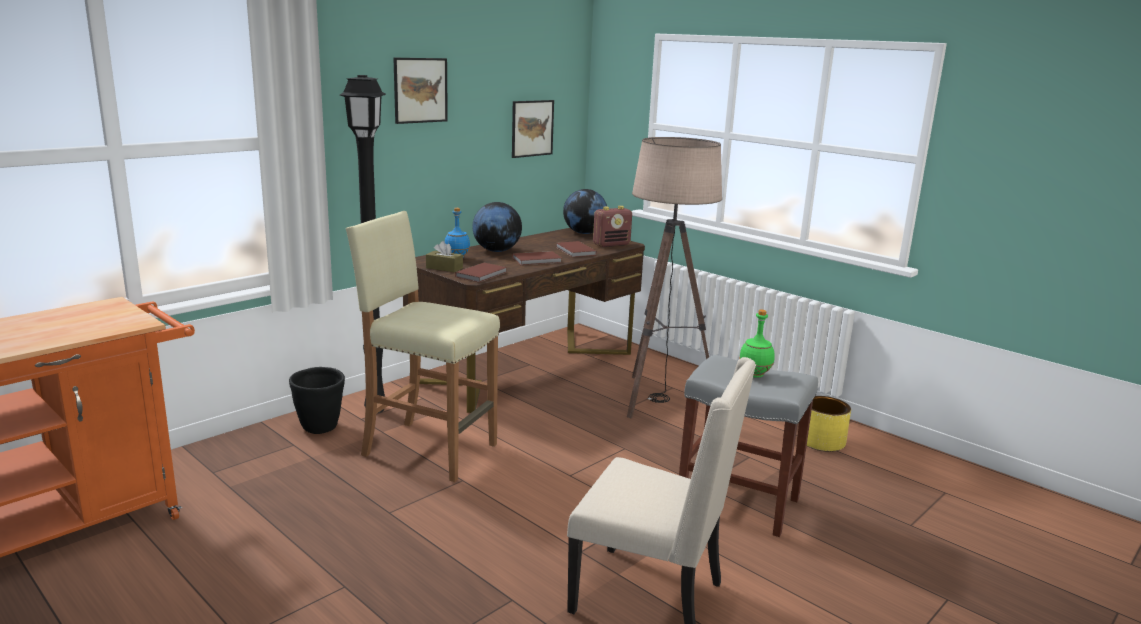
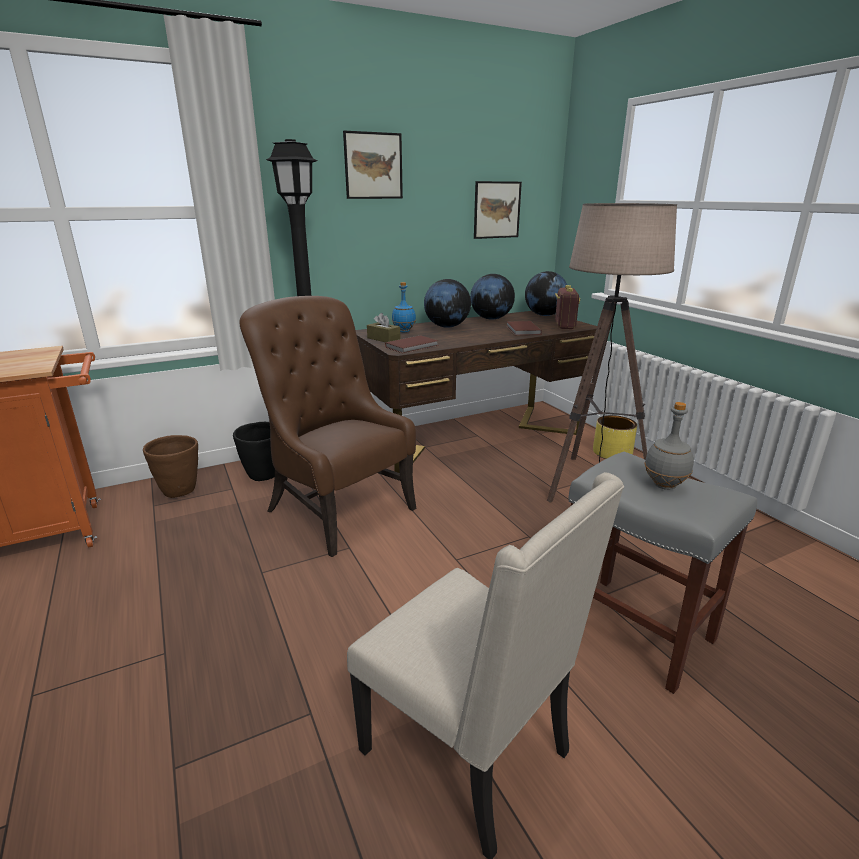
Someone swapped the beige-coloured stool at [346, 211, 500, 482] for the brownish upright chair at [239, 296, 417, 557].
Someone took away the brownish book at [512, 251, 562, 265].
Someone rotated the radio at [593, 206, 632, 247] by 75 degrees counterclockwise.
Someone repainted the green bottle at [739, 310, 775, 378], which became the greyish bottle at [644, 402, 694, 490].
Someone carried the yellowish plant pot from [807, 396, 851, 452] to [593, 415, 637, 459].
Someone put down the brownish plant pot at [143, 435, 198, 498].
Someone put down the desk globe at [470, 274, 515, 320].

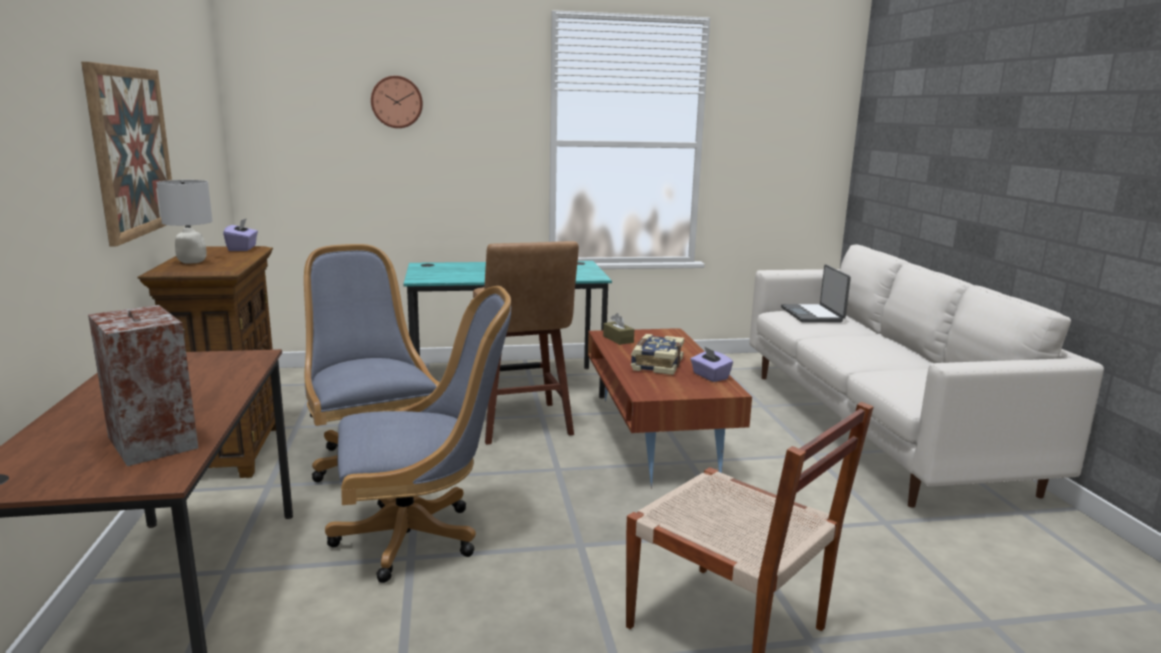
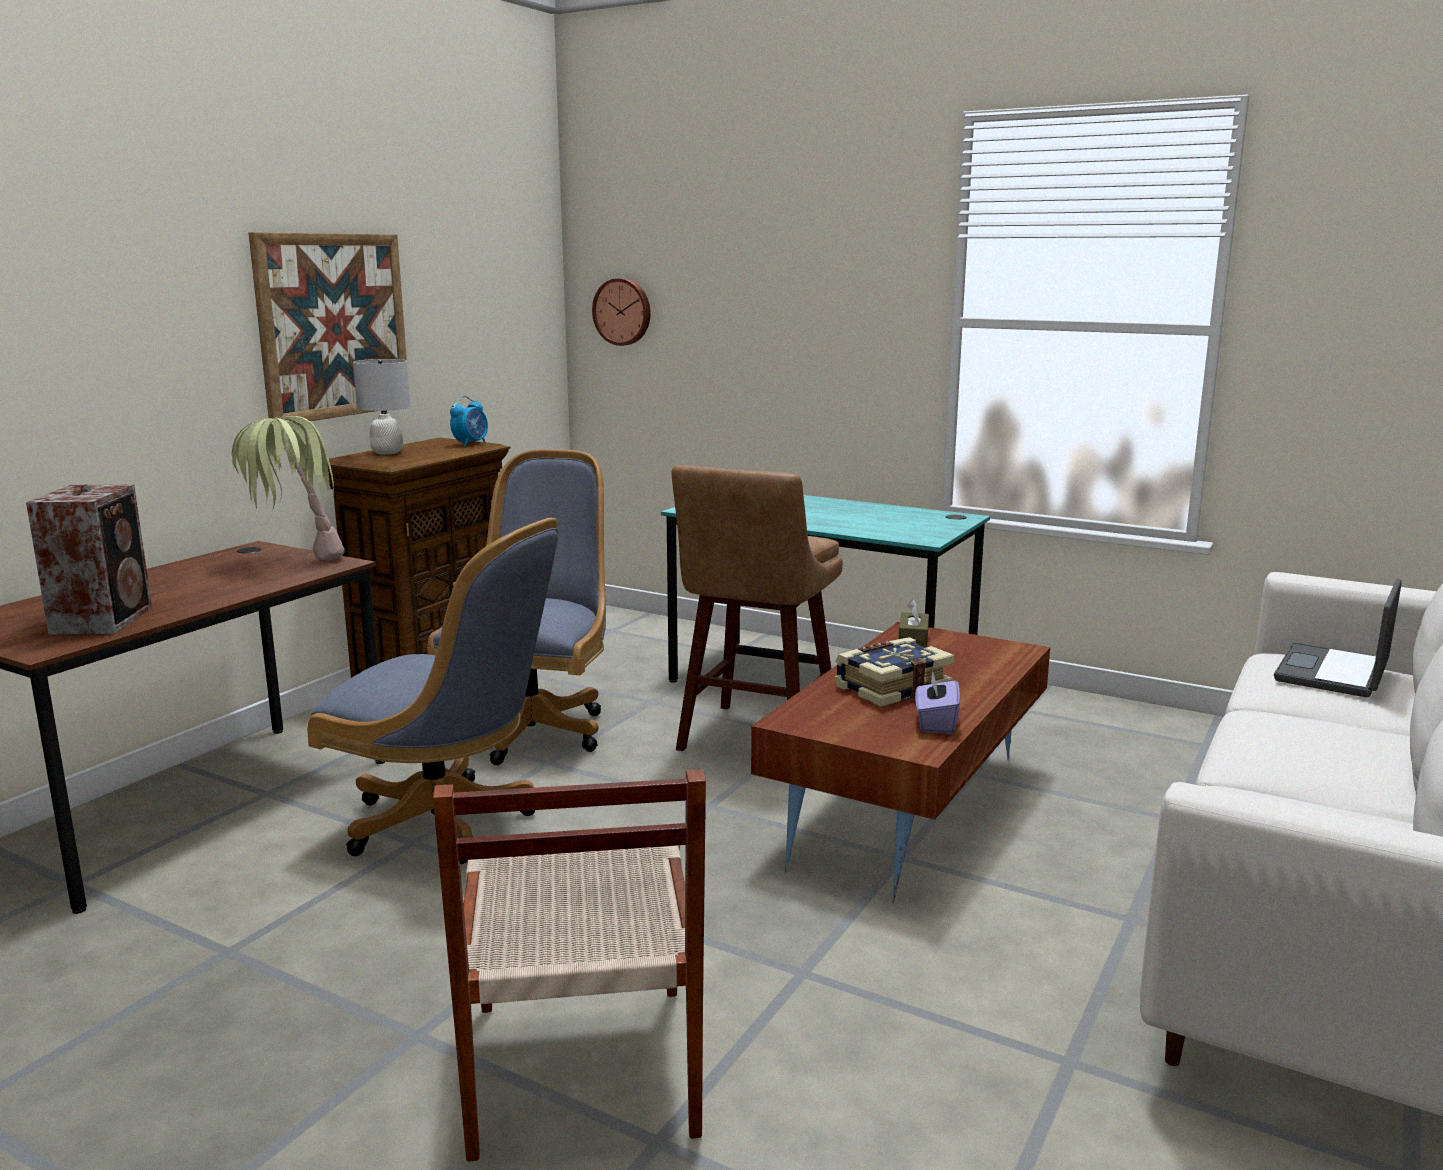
Someone swapped the purplish box of tissues at [223, 218, 258, 251] for the bedside clock at [450, 396, 488, 447].
Someone carried the wall clock from [371, 76, 423, 128] to [592, 278, 651, 346].
Someone put down the houseplant at [232, 416, 345, 561].

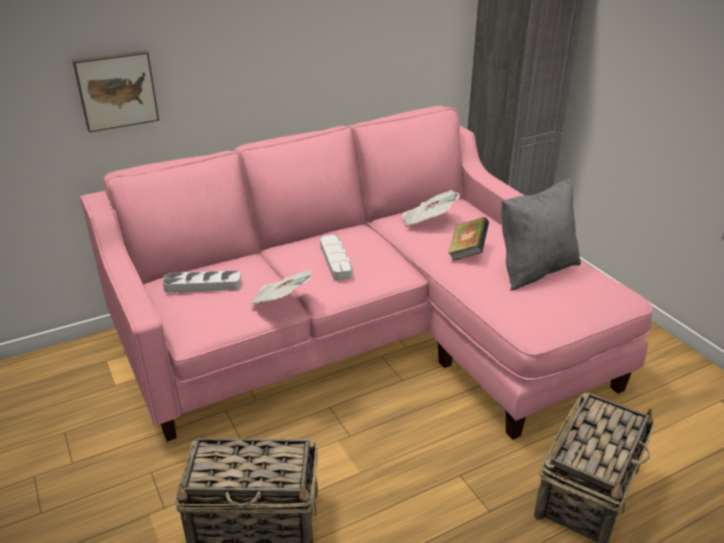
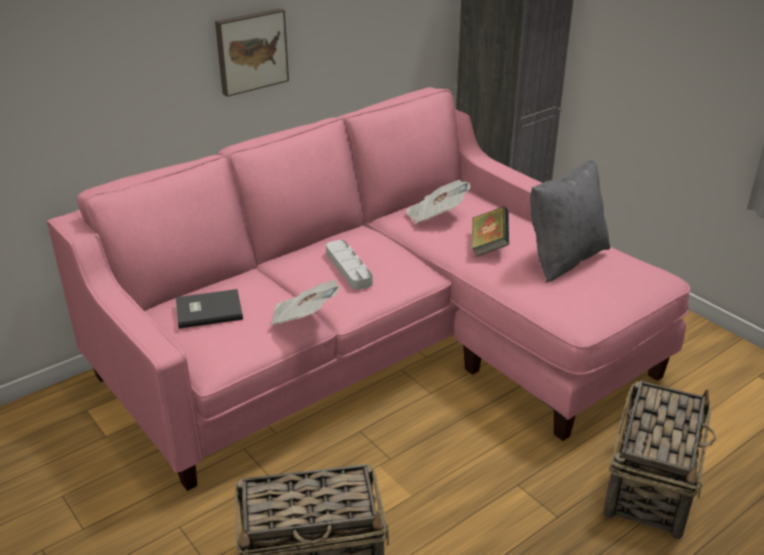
Someone carried the picture from [72, 50, 159, 132] to [215, 8, 289, 97].
Someone swapped the greyish tray at [163, 270, 241, 293] for the greyish book at [176, 289, 243, 329].

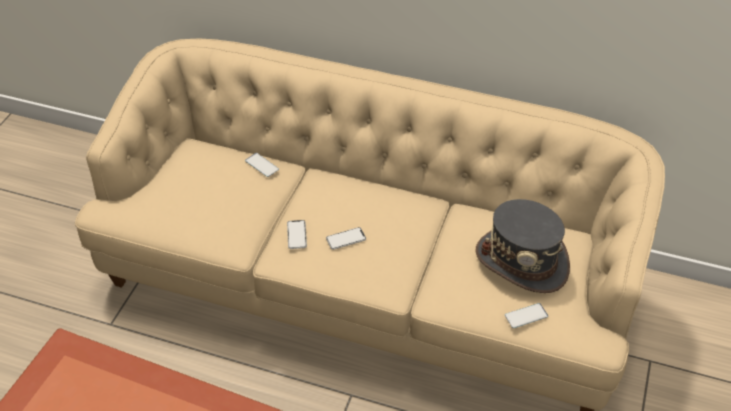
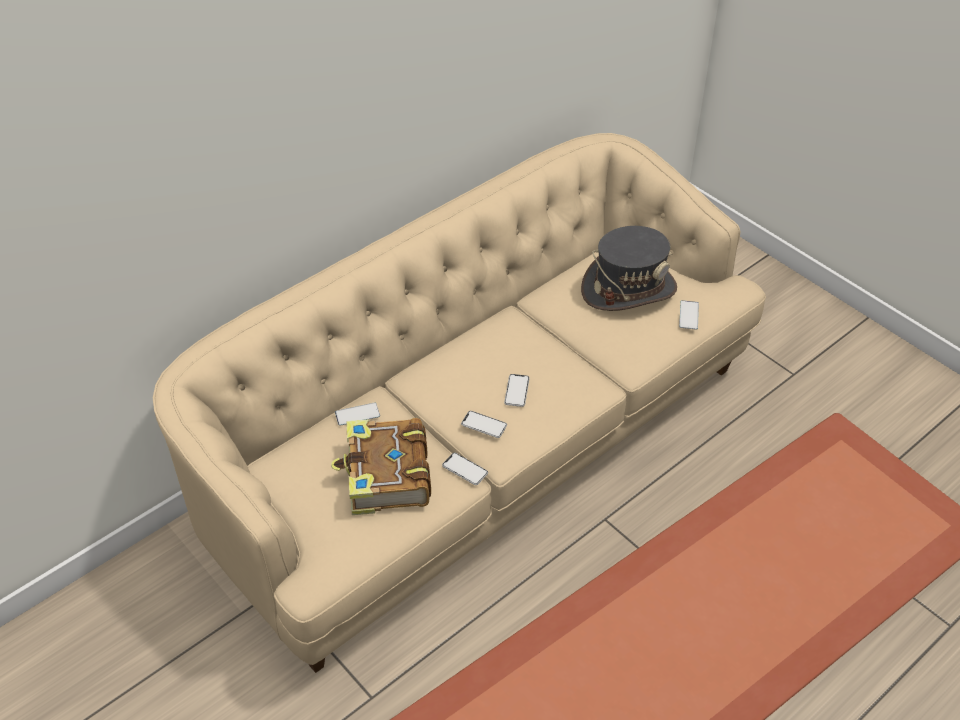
Someone put down the book at [331, 418, 431, 515].
Someone put down the telephone at [442, 453, 488, 485].

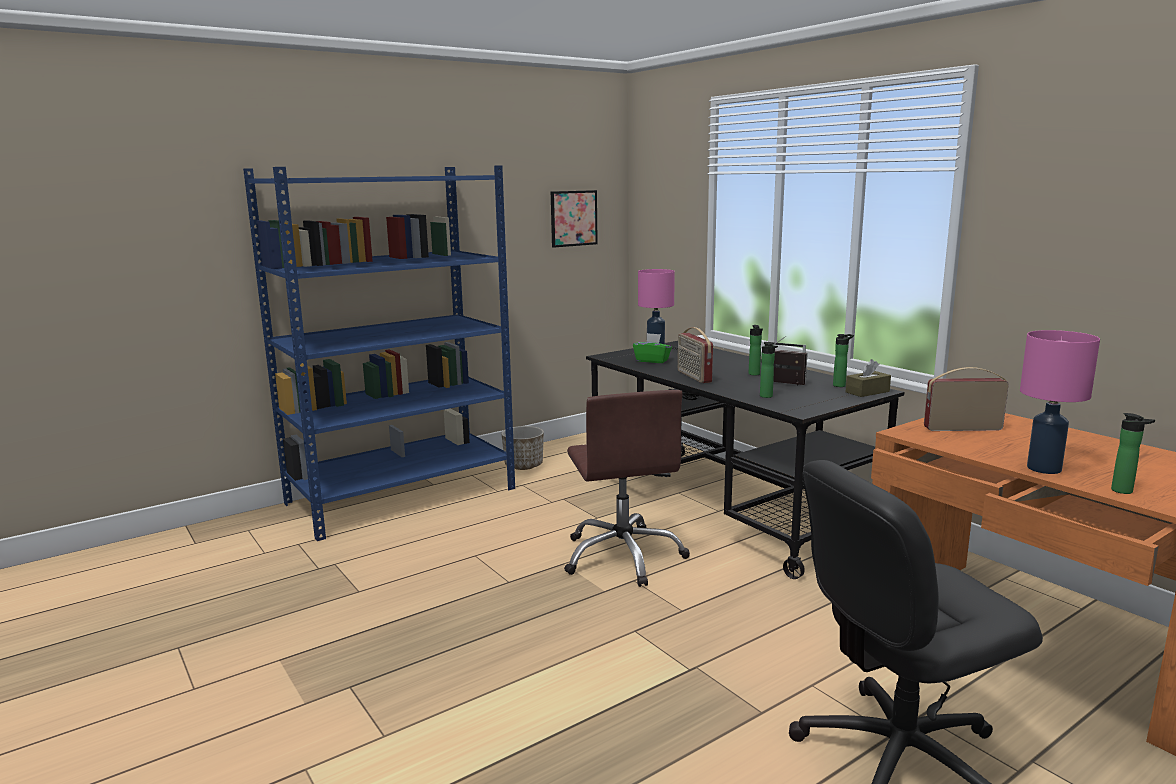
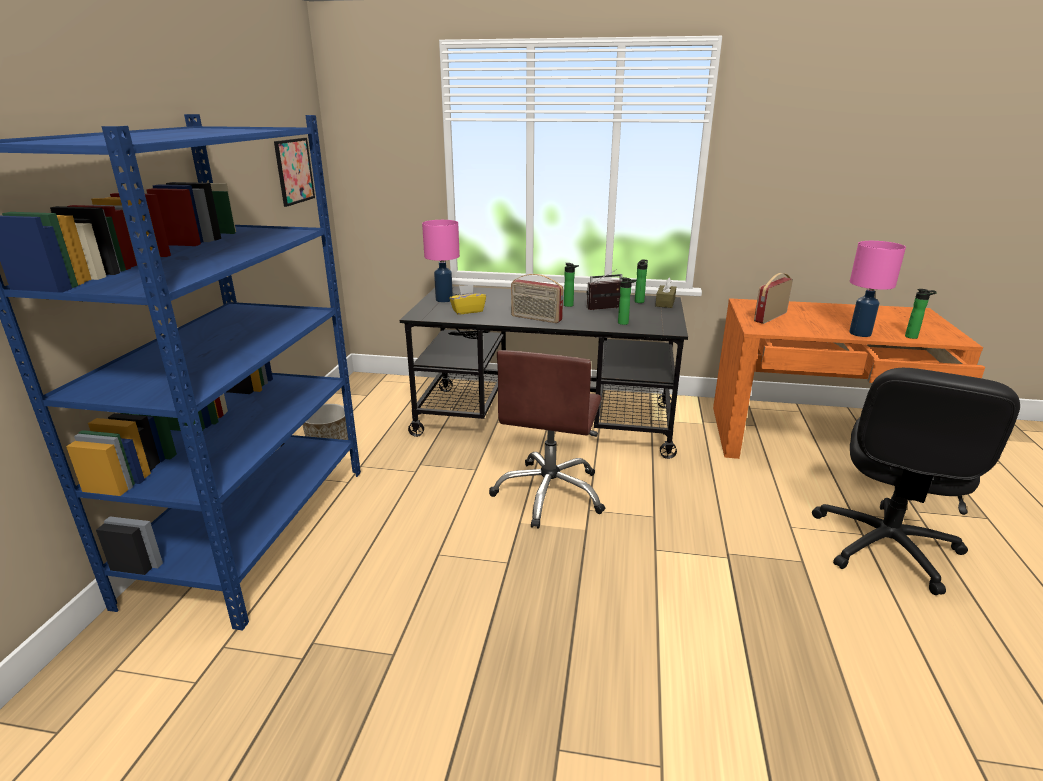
Someone rotated the brownish computer chair at [564, 390, 690, 587] by 75 degrees clockwise.
Someone repainted the green box of tissues at [633, 333, 672, 363], which became the yellowish box of tissues at [449, 284, 486, 314].

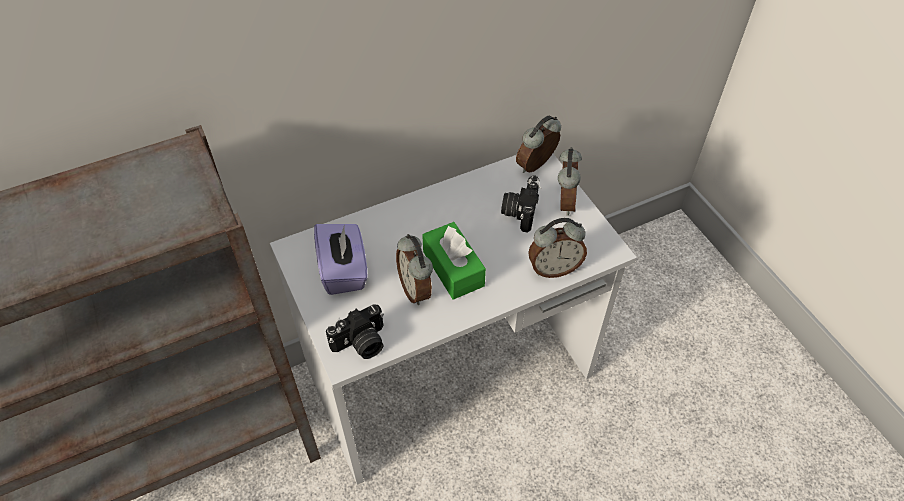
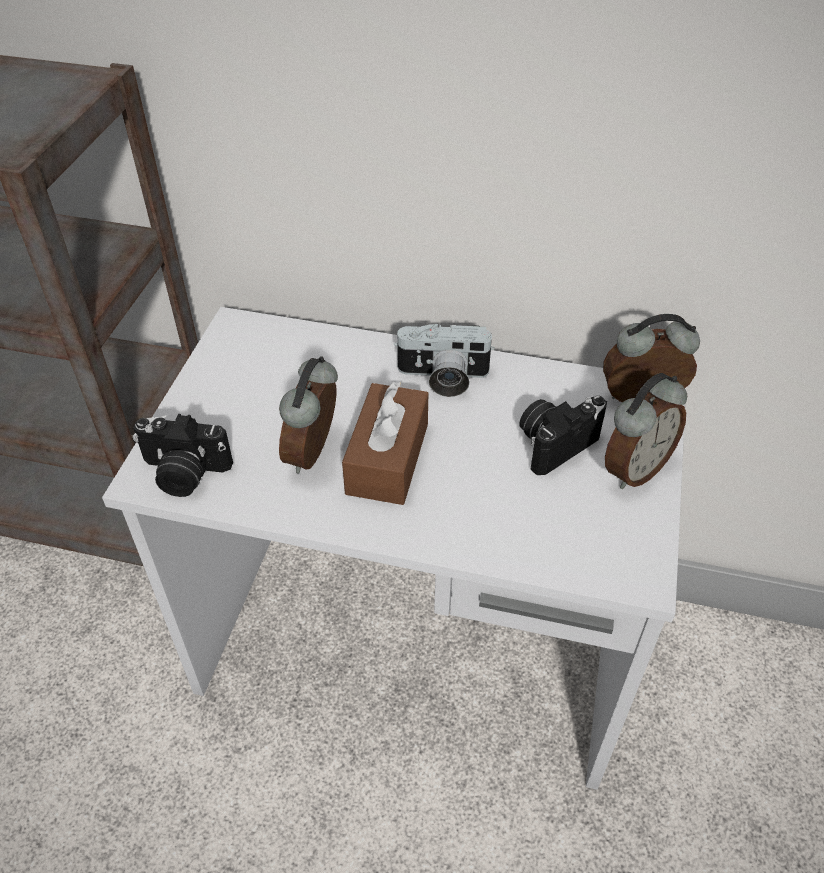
Someone took away the purplish box of tissues at [314, 224, 367, 295].
Someone repainted the green box of tissues at [422, 222, 486, 300], which became the brownish box of tissues at [342, 382, 428, 505].
Someone took away the bedside clock at [528, 218, 587, 278].
Someone put down the photo camera at [394, 324, 495, 397].

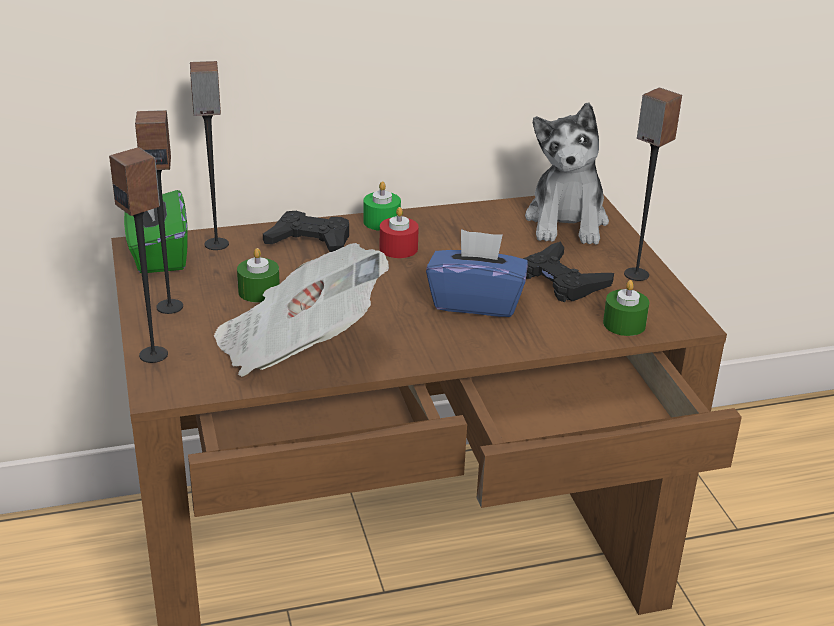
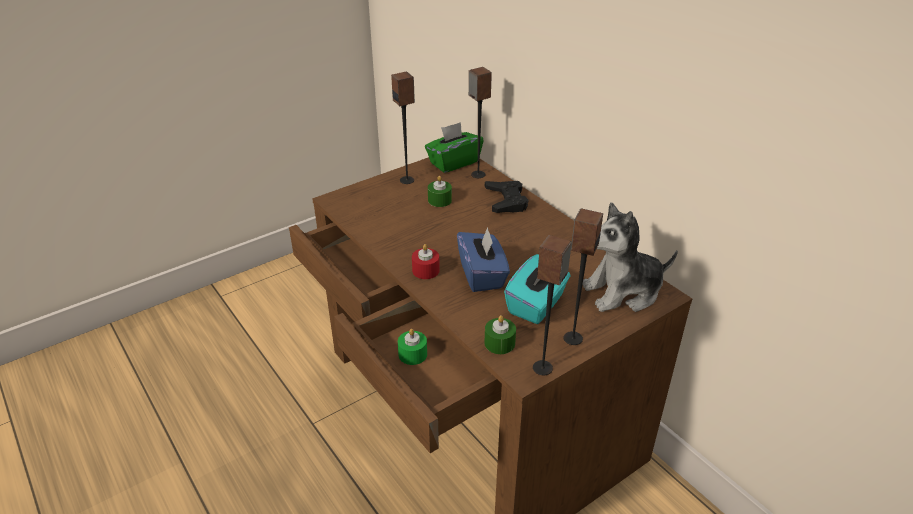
Someone carried the loudspeaker from [109, 147, 168, 363] to [533, 235, 572, 375].
Someone took away the newspaper at [214, 243, 389, 377].
Someone carried the green candle from [363, 181, 401, 231] to [398, 329, 427, 365].
Someone carried the red candle from [380, 207, 419, 258] to [412, 244, 440, 279].
Someone swapped the blackish gamepad at [523, 242, 614, 302] for the turquoise-coloured box of tissues at [504, 254, 571, 324].

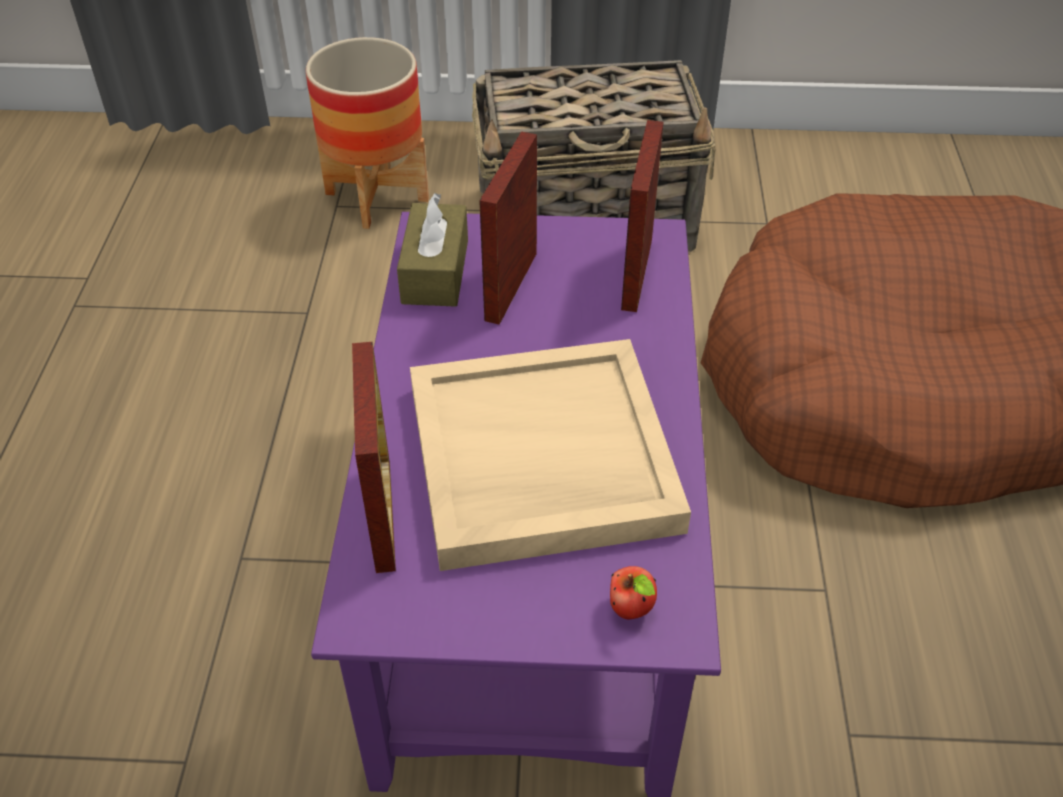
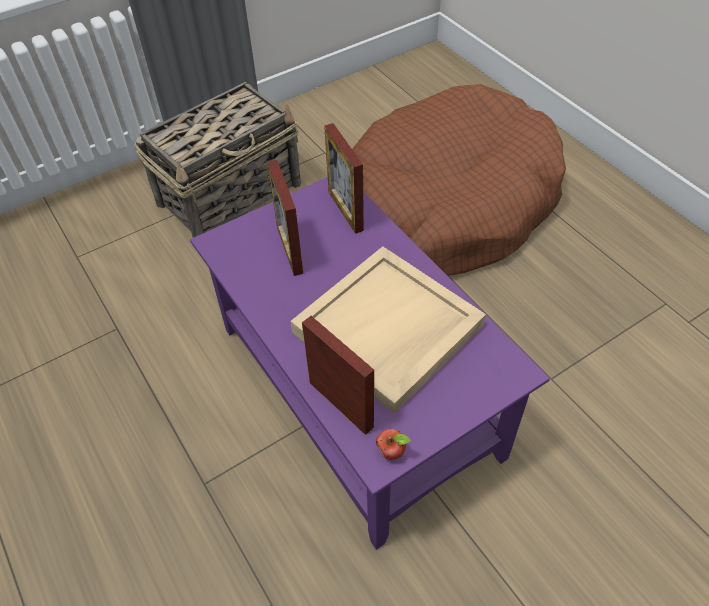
Someone took away the plant pot at [306, 37, 429, 229].
Someone took away the brownish box of tissues at [397, 193, 468, 307].
Someone carried the whole apple from [610, 566, 657, 619] to [376, 429, 411, 460].

